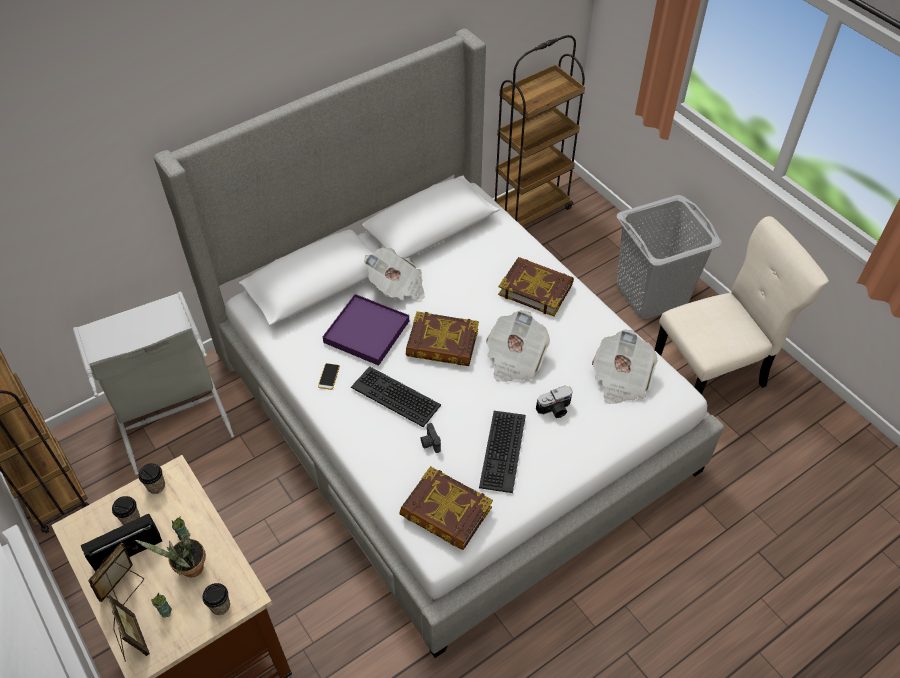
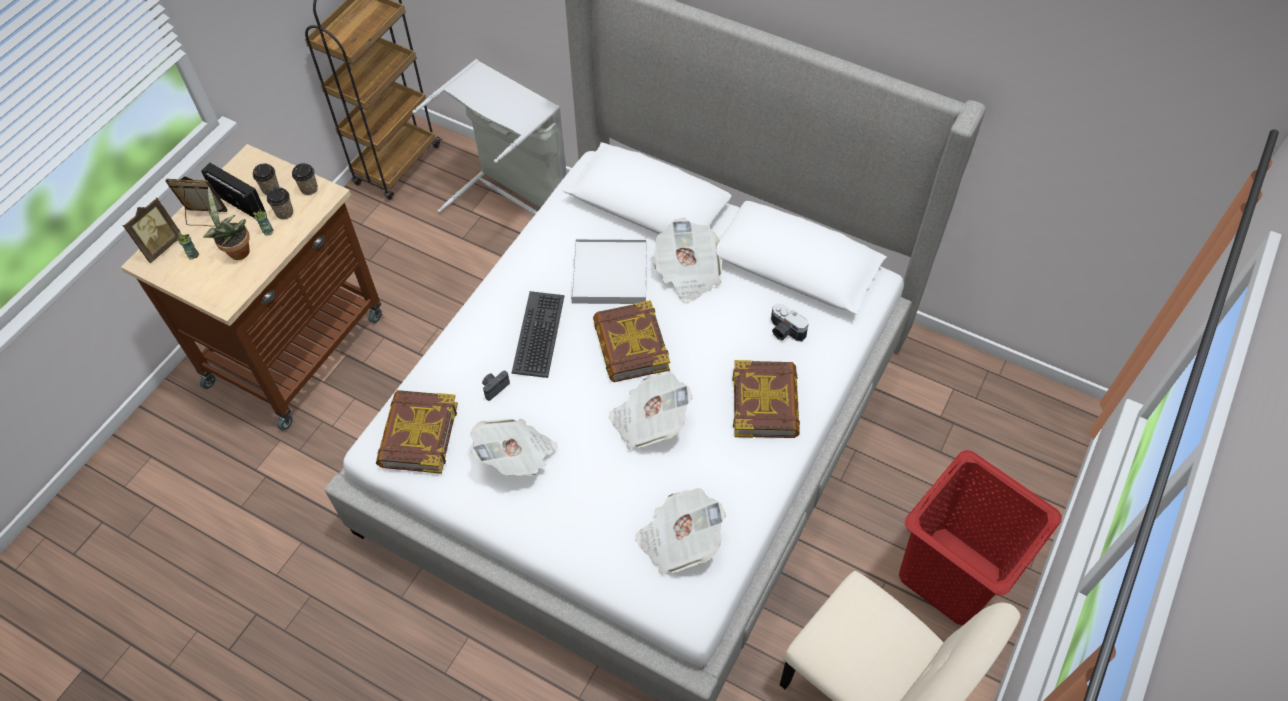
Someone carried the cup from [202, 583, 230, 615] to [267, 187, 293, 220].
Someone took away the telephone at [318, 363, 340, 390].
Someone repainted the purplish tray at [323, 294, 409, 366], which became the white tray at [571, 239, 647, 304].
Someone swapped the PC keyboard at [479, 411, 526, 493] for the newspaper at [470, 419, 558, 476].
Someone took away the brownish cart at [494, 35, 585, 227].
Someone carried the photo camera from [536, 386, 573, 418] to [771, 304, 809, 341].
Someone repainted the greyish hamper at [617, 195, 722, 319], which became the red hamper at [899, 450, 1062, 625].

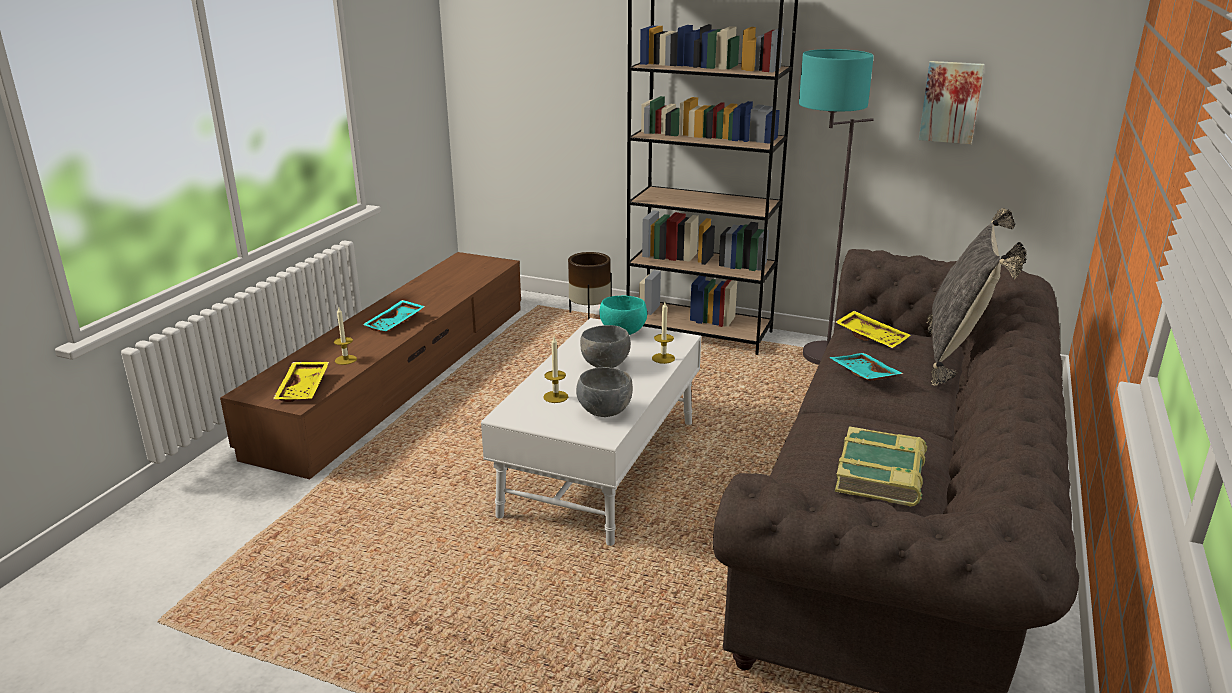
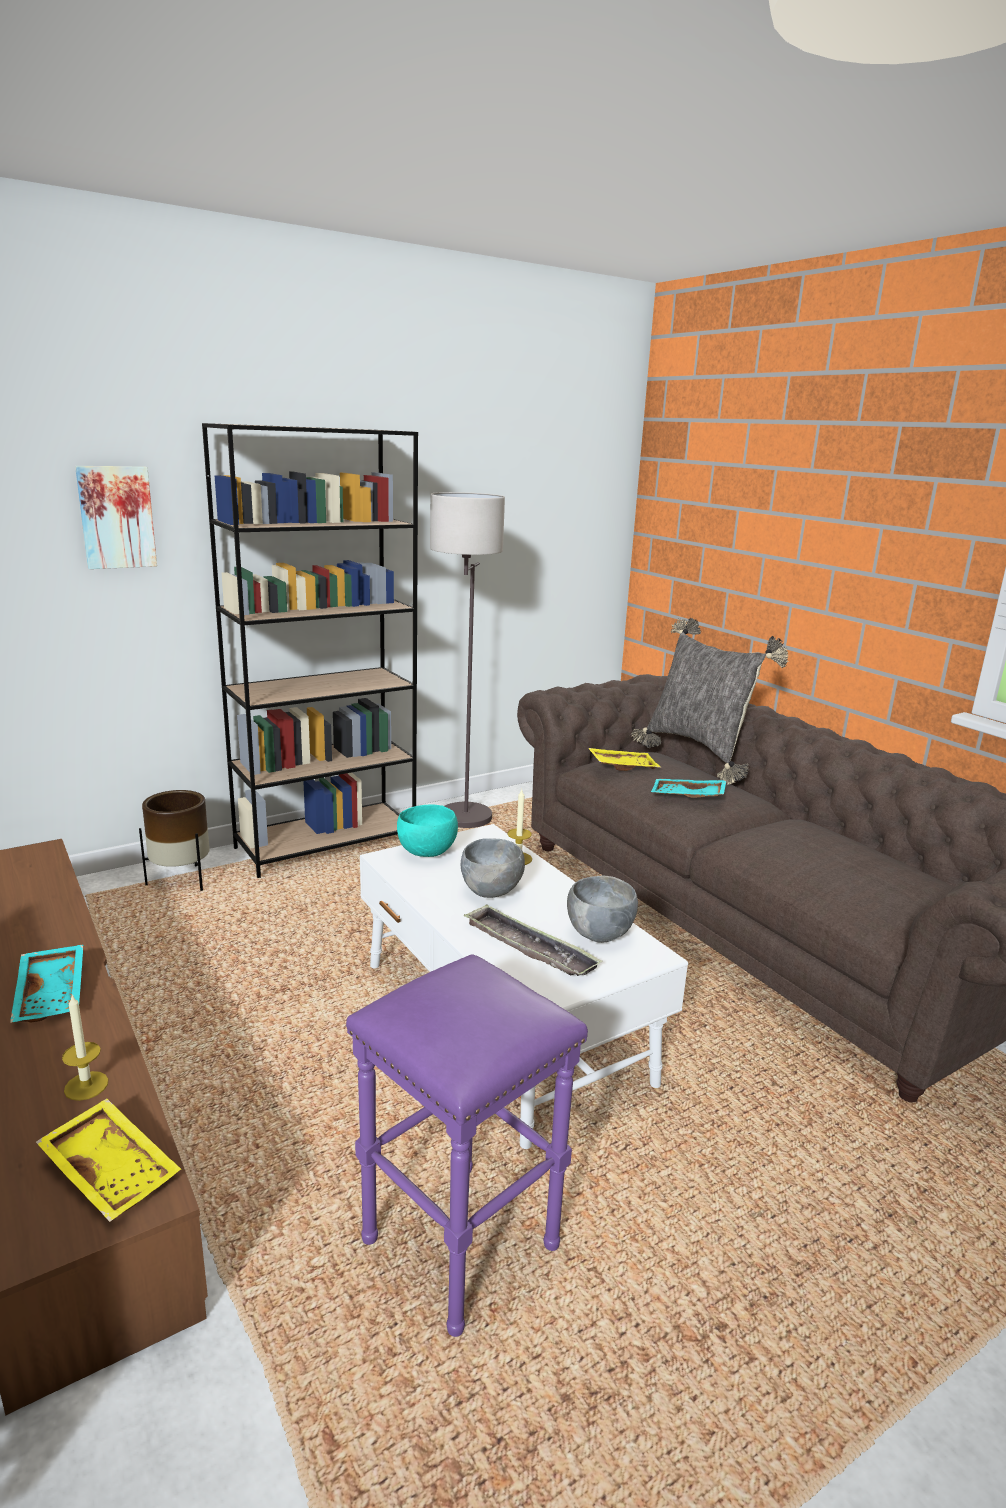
Someone swapped the candle at [543, 337, 568, 403] for the tray at [464, 904, 602, 976].
Someone repainted the turquoise-coloured floor lamp at [799, 49, 874, 365], which became the greyish floor lamp at [430, 492, 505, 828].
Someone took away the book at [835, 426, 927, 507].
Someone carried the picture from [919, 61, 985, 144] to [75, 466, 157, 569].
Someone put down the purplish stool at [346, 954, 588, 1337].

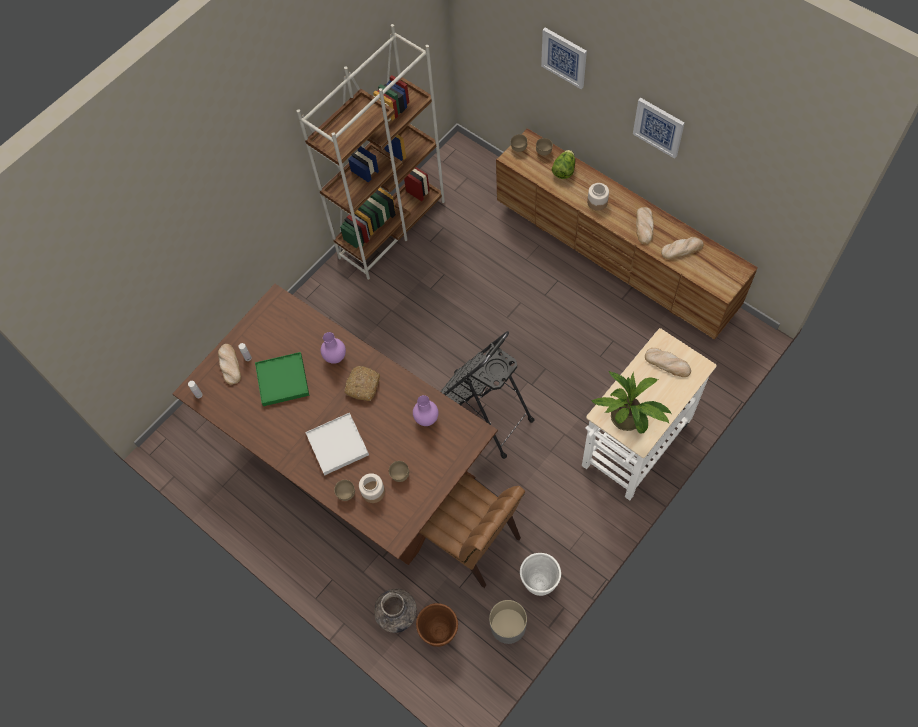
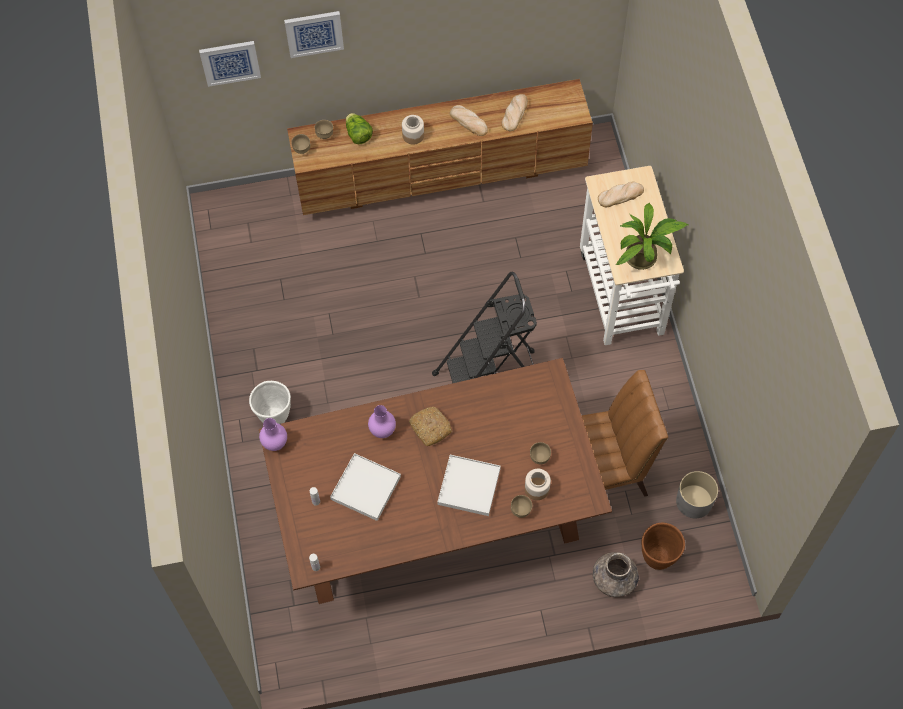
Someone took away the baked bread at [218, 344, 241, 385].
Someone repainted the green tray at [255, 352, 309, 406], which became the white tray at [330, 453, 401, 521].
Someone took away the brownish shelving unit at [297, 24, 445, 280].
Someone carried the purplish decorative vase from [413, 395, 439, 426] to [259, 418, 287, 451].
Someone carried the white plant pot from [520, 553, 561, 596] to [249, 381, 291, 424].
Someone carried the picture from [633, 98, 685, 159] to [199, 41, 261, 87].

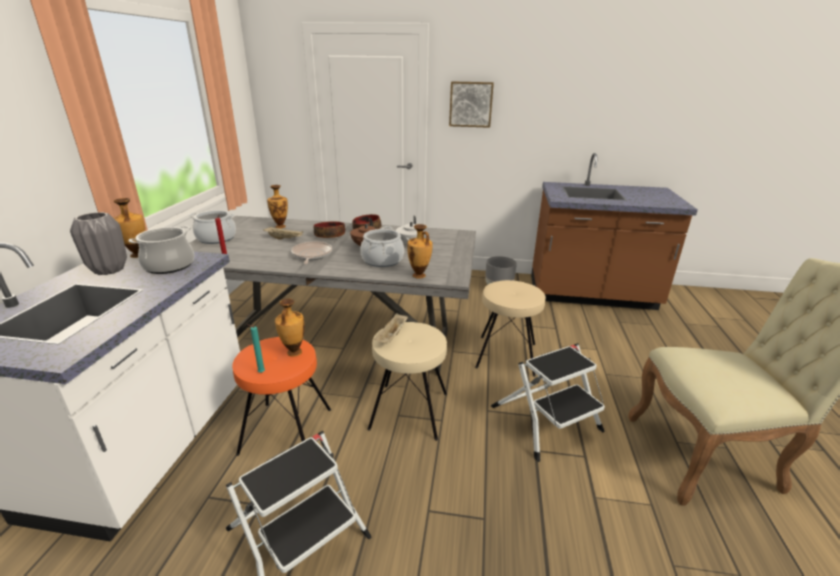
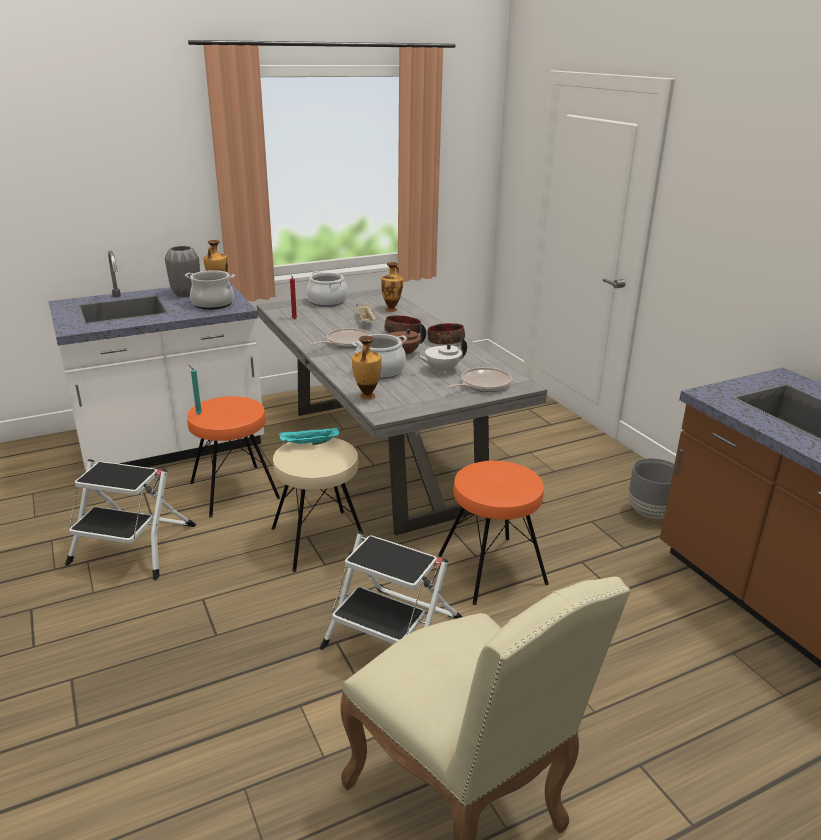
Someone took away the decorative vase at [275, 298, 305, 356].
Someone repainted the beige-coloured tray at [374, 313, 408, 343], which became the turquoise-coloured tray at [279, 427, 339, 445].
Someone took away the picture at [449, 81, 494, 128].
Someone repainted the beige-coloured stool at [475, 280, 546, 377], which became the orange-coloured stool at [438, 461, 549, 605].
Someone put down the frying pan at [446, 367, 512, 392].

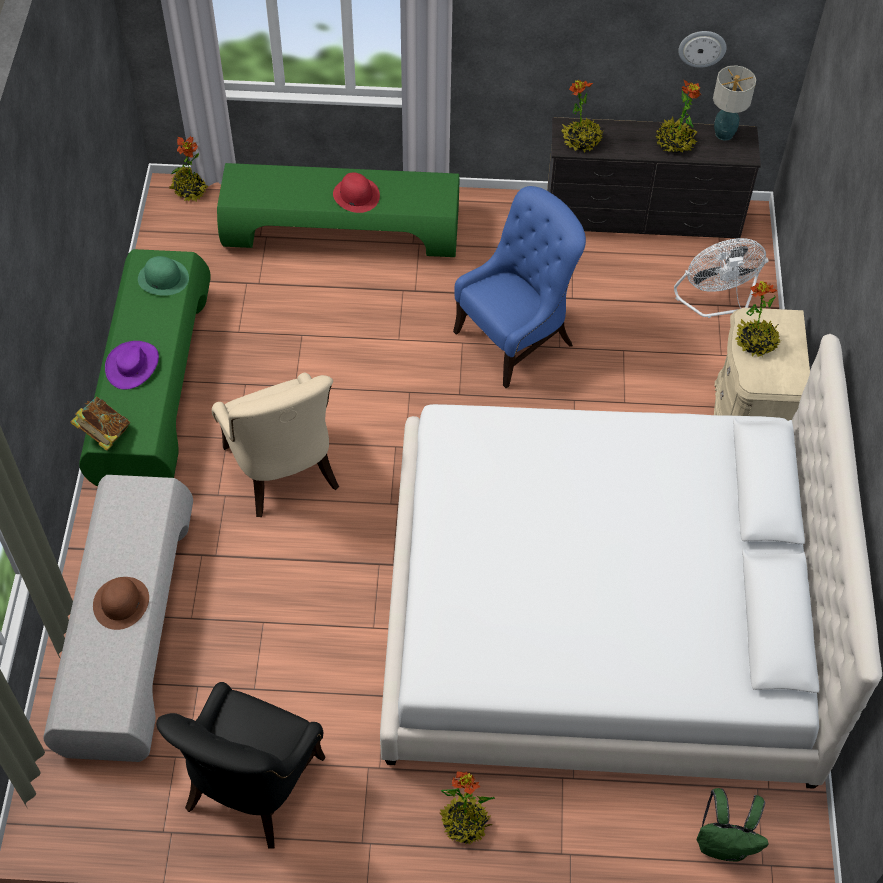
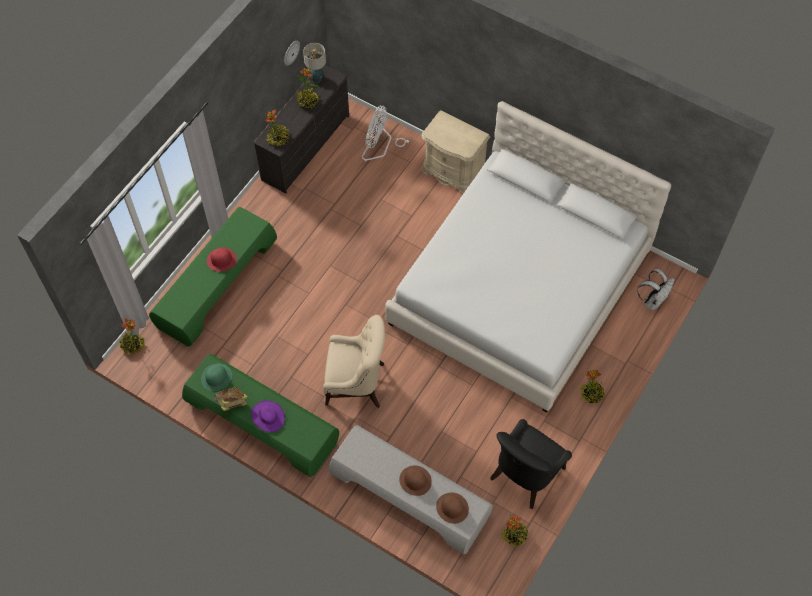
Someone carried the book from [70, 397, 130, 451] to [213, 387, 248, 411].
Someone rotated the blackish upright chair at [156, 682, 325, 849] by 75 degrees clockwise.
Someone took away the blue-coloured upright chair at [453, 186, 586, 388].
Someone repainted the green backpack at [696, 788, 769, 862], which became the white backpack at [637, 269, 675, 310].
Someone carried the houseplant from [736, 281, 780, 357] to [501, 514, 529, 548].
Someone put down the brownish wearable hat at [436, 492, 469, 524].

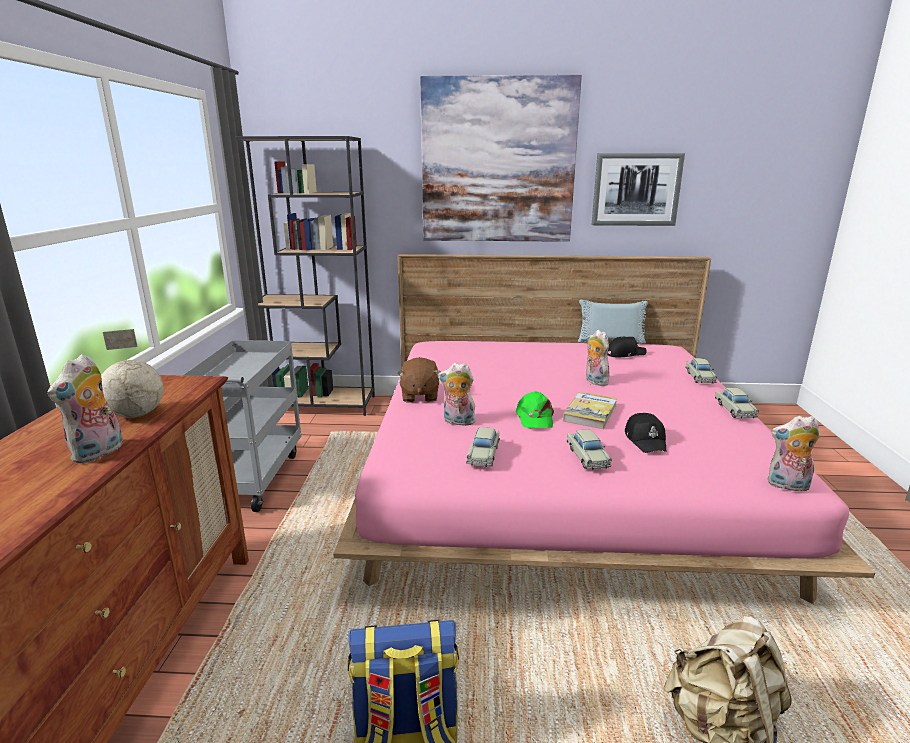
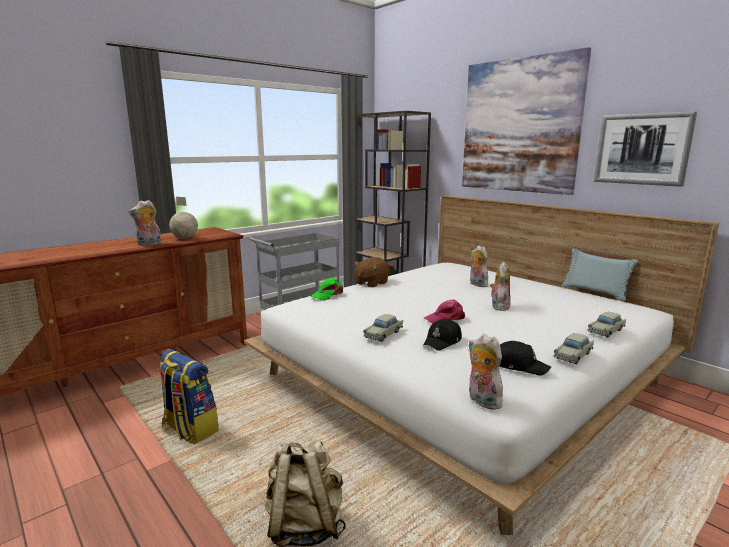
Someone repainted the pink-coloured bedroom bed at [333, 254, 875, 604], which became the white bedroom bed at [244, 195, 719, 535].
Someone carried the soft toy from [438, 363, 476, 426] to [470, 245, 489, 287].
Someone took away the beige-coloured model car at [466, 427, 500, 467].
Someone carried the green cap from [516, 391, 554, 428] to [311, 277, 343, 301].
Someone swapped the book at [563, 392, 618, 429] for the pink-coloured cap at [424, 299, 465, 324].
Someone carried the blackish cap from [608, 337, 647, 358] to [499, 341, 551, 376].

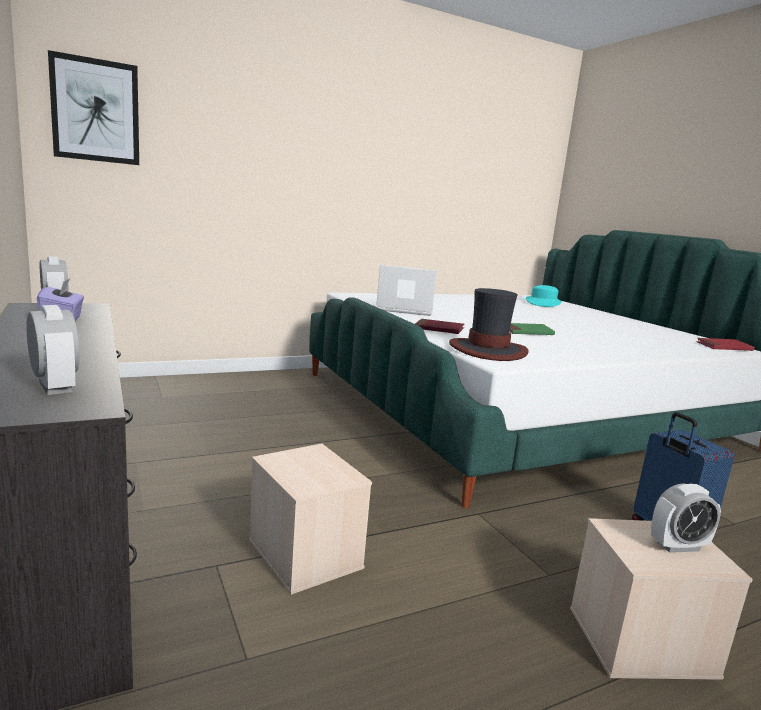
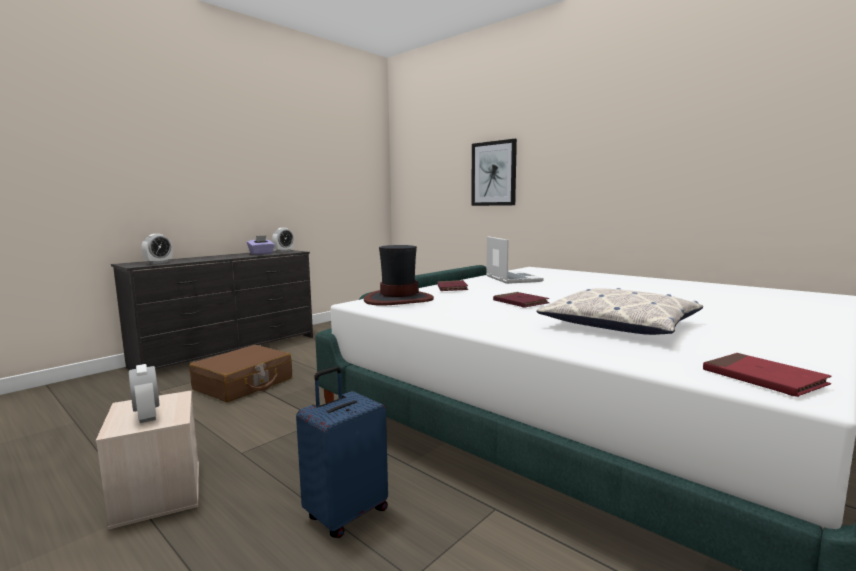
Someone carried the picture from [48, 50, 139, 165] to [471, 139, 517, 206].
Someone swapped the beige-coloured storage box at [249, 443, 372, 595] for the brownish piece of luggage at [189, 345, 292, 402].
Someone repainted the green book at [509, 323, 555, 335], which became the red book at [493, 292, 550, 308].
Someone took away the turquoise-coloured wearable hat at [526, 285, 562, 307].
Someone put down the pillow at [536, 288, 703, 335].

